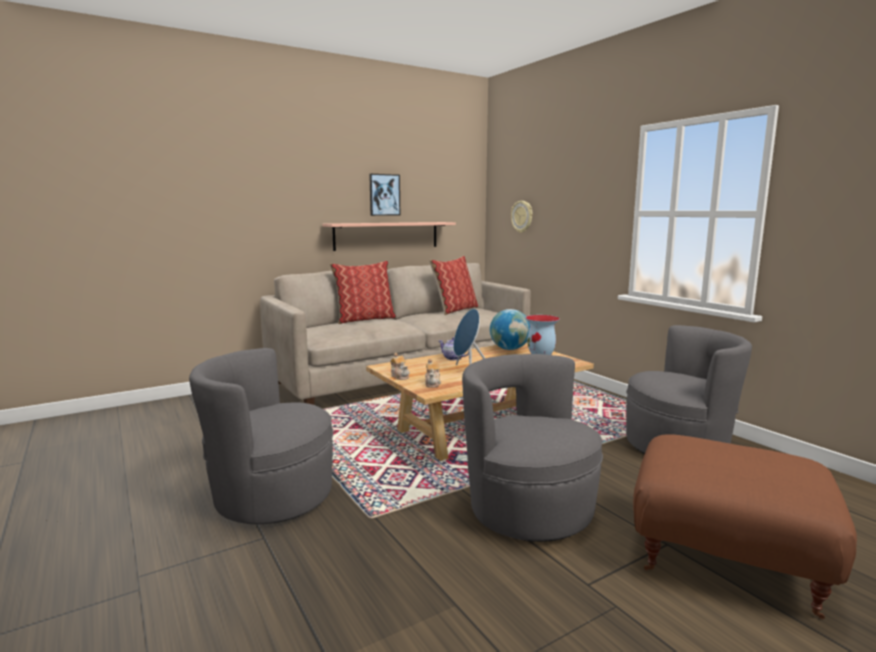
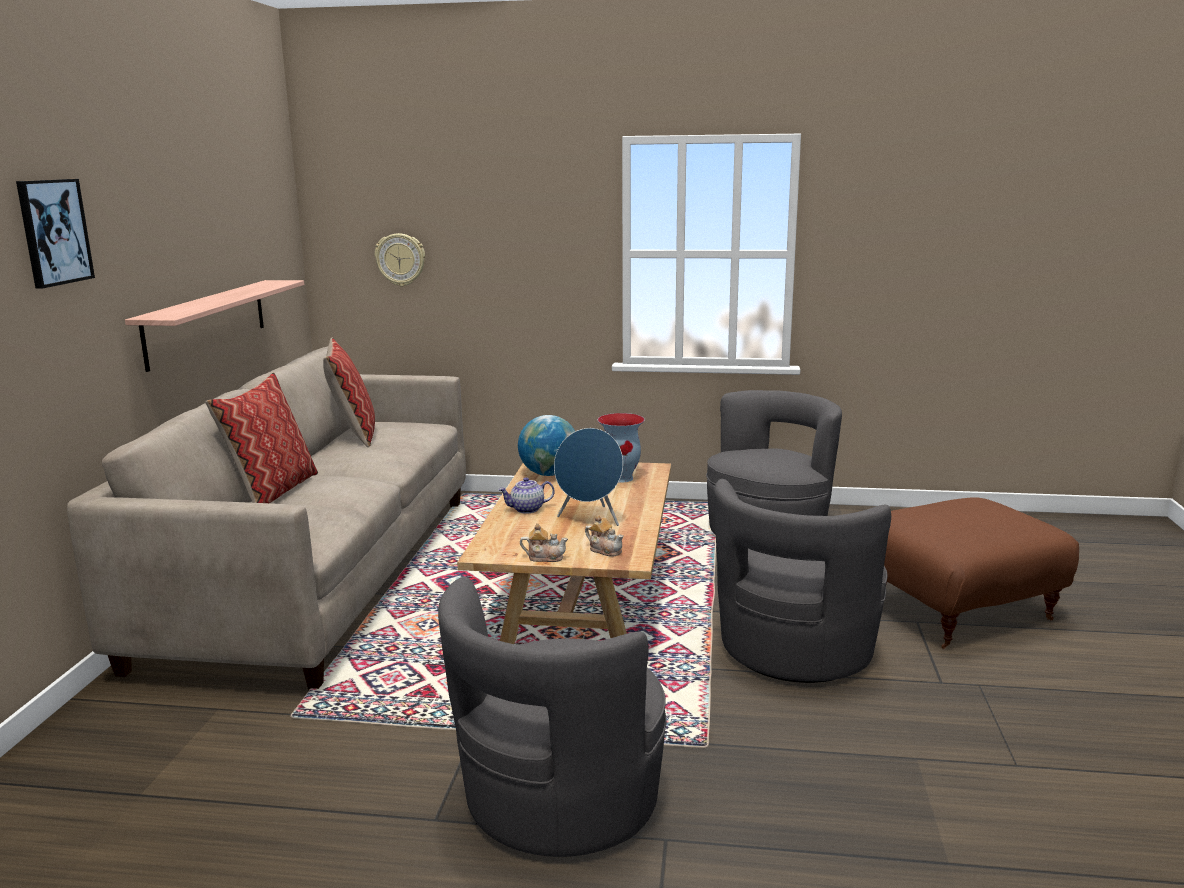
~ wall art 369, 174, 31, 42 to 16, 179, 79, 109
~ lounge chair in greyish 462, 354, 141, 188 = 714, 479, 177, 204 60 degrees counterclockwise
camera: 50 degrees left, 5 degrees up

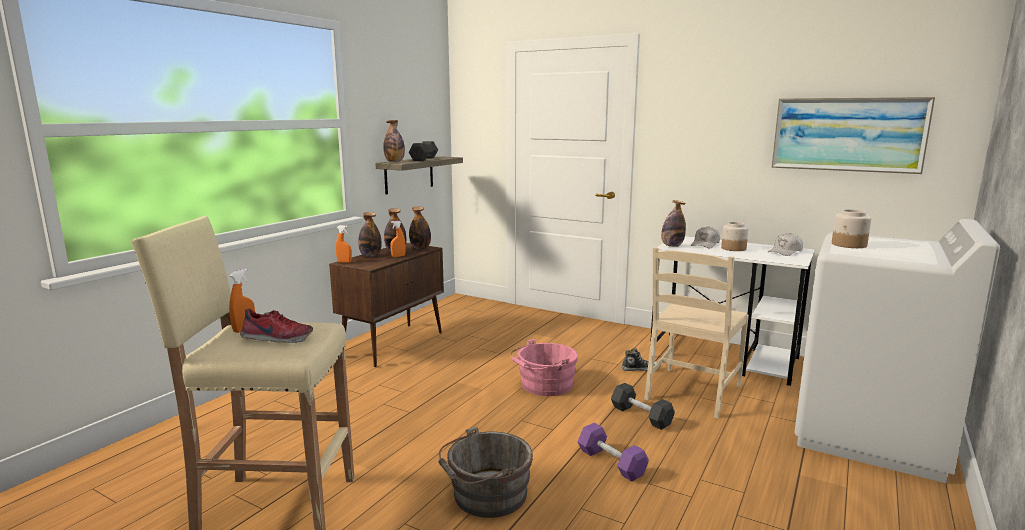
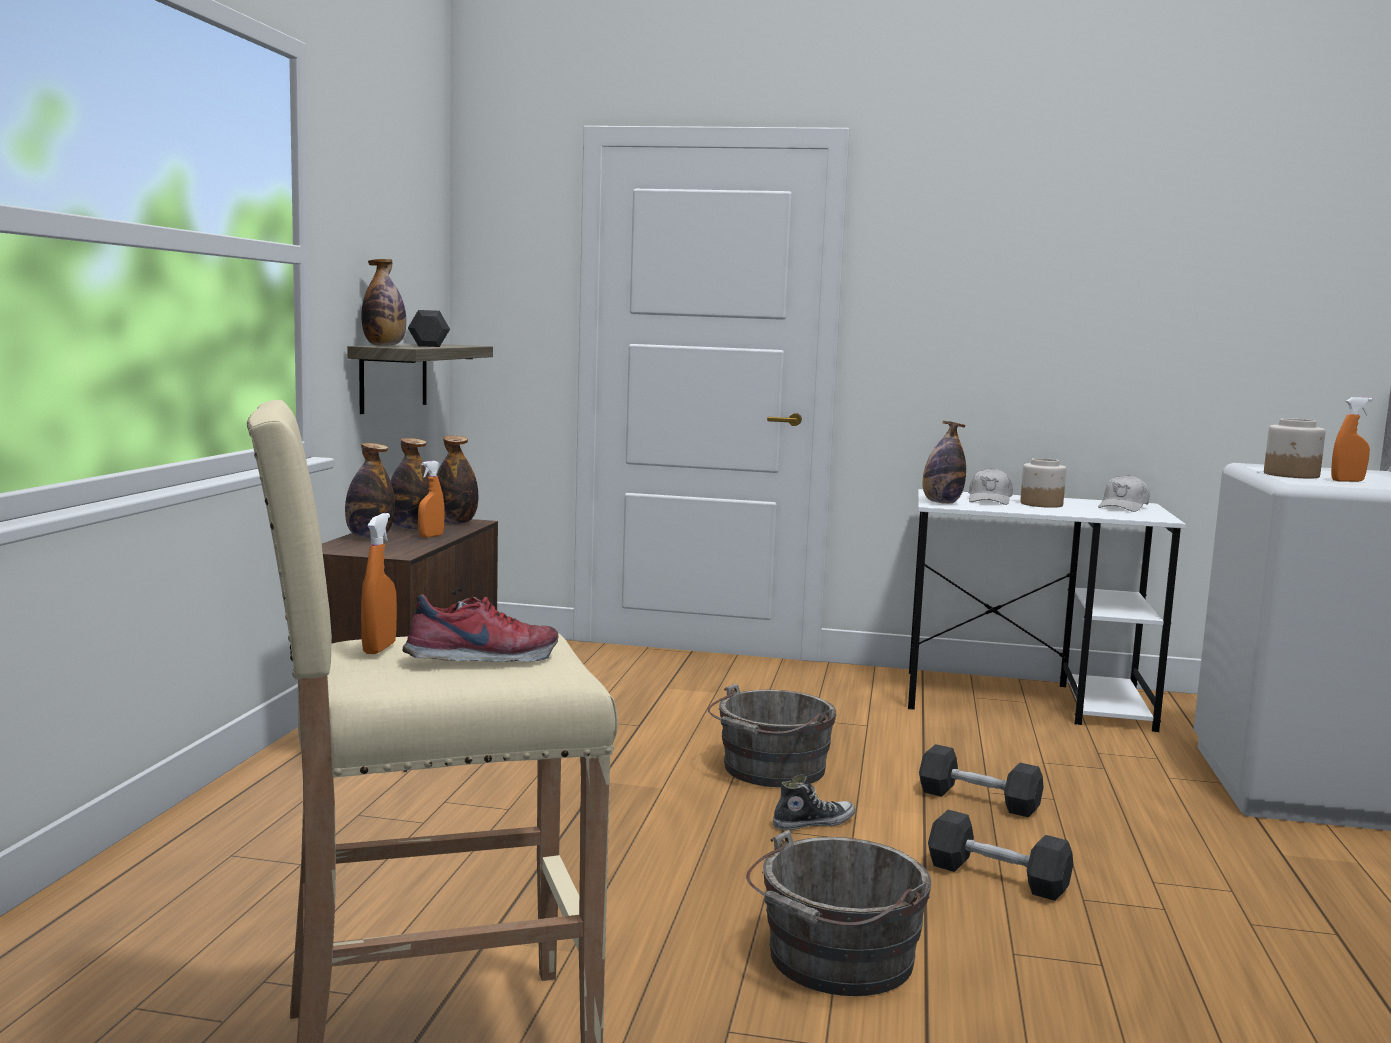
- chair in beige-coloured 644, 247, 105, 171
- wall art 771, 97, 164, 77
~ sprayer in orange-coloured 336, 225, 16, 38 to 1331, 397, 41, 85
~ low shoe 622, 348, 39, 23 to 773, 774, 82, 56
~ bucket in pinkish 511, 339, 67, 57 to bucket in greyish 708, 684, 128, 103
~ hand weight in purplish 577, 423, 72, 59 to hand weight in greyish 928, 810, 145, 91
camera: 20 degrees left, 5 degrees down

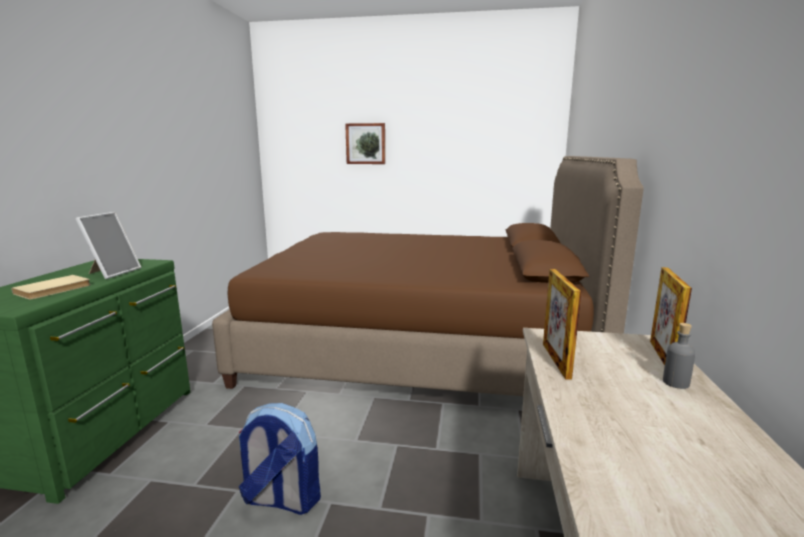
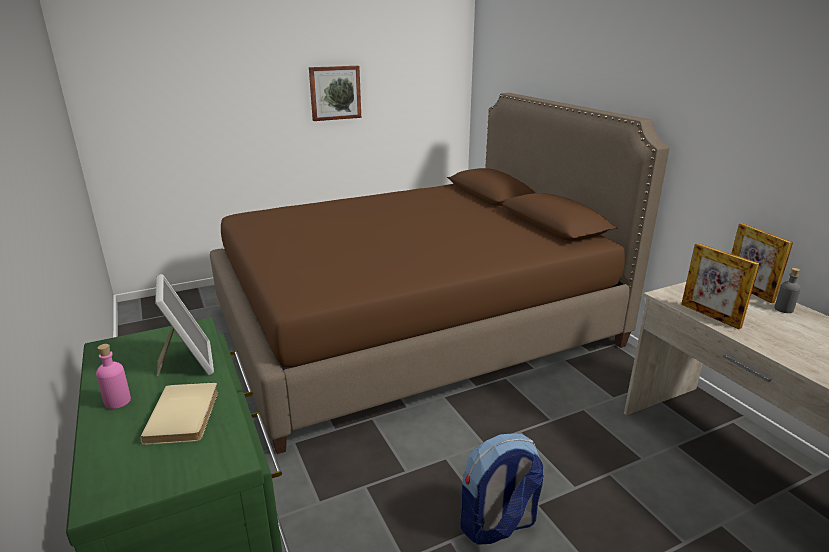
+ drink bottle in pinkish 96, 344, 35, 65
~ wall art 345, 123, 40, 41 to 309, 66, 52, 55
camera: 35 degrees left, 10 degrees up

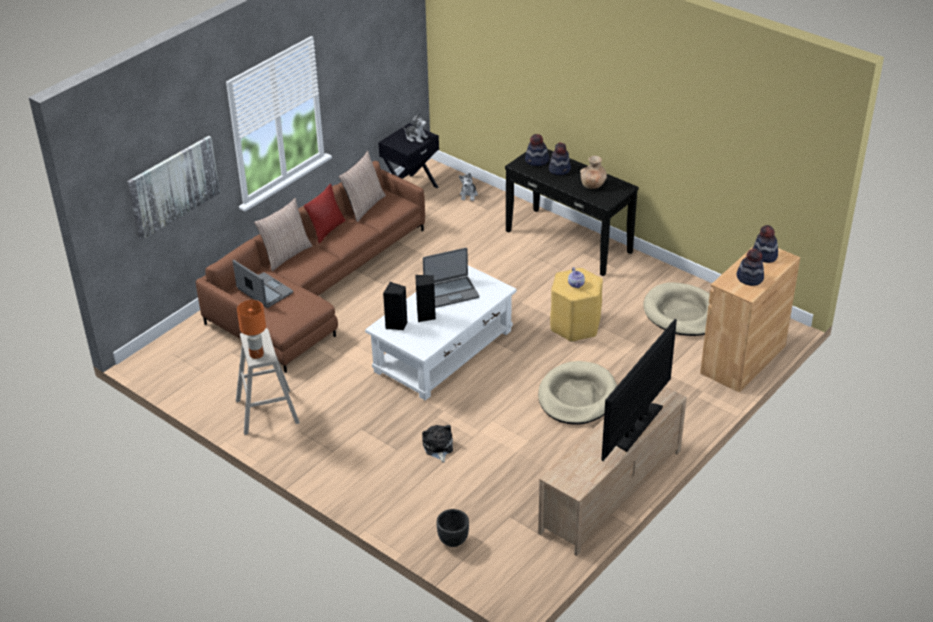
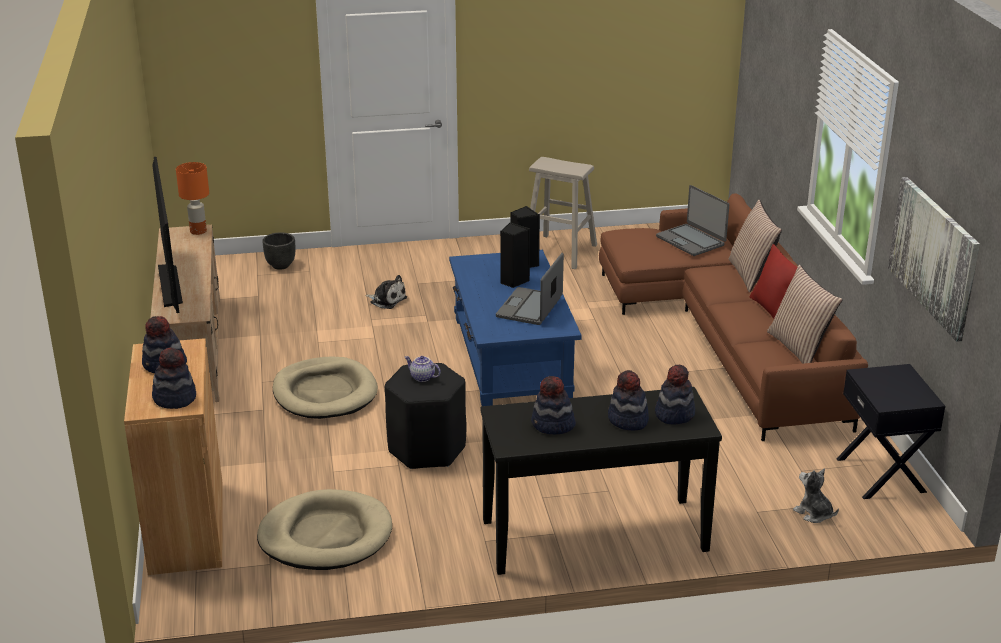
- cuddly toy 403, 112, 25, 31
~ wall art 127, 136, 93, 104 to 888, 177, 92, 165
~ tabletop lamp in orange-coloured 237, 300, 29, 59 to 176, 162, 33, 73
~ vase in brownish 580, 156, 27, 33 to clothing hat 531, 376, 45, 58
~ coffee table in white 365, 265, 152, 136 to coffee table in blue-coloured 449, 250, 133, 156
~ stool seat in yellow 550, 268, 53, 74 to stool seat in blackish 385, 363, 81, 106
~ portable computer 233, 260, 60, 48 = 656, 185, 73, 71 60 degrees clockwise
camera: 130 degrees right, 10 degrees down

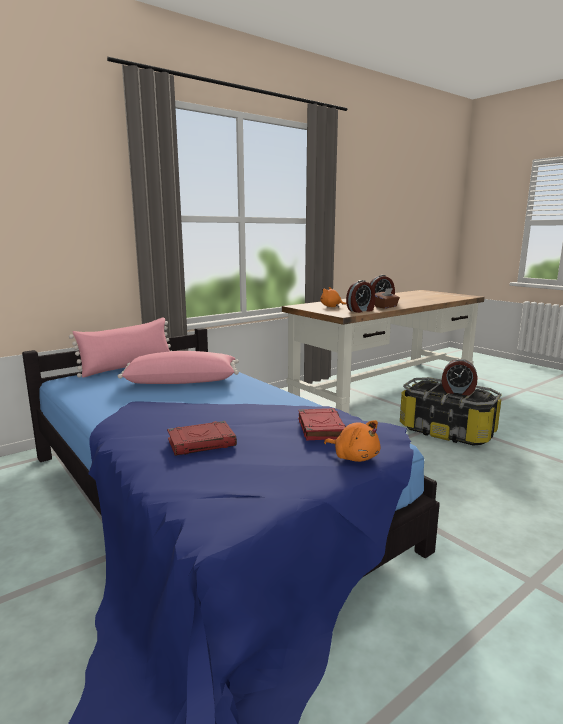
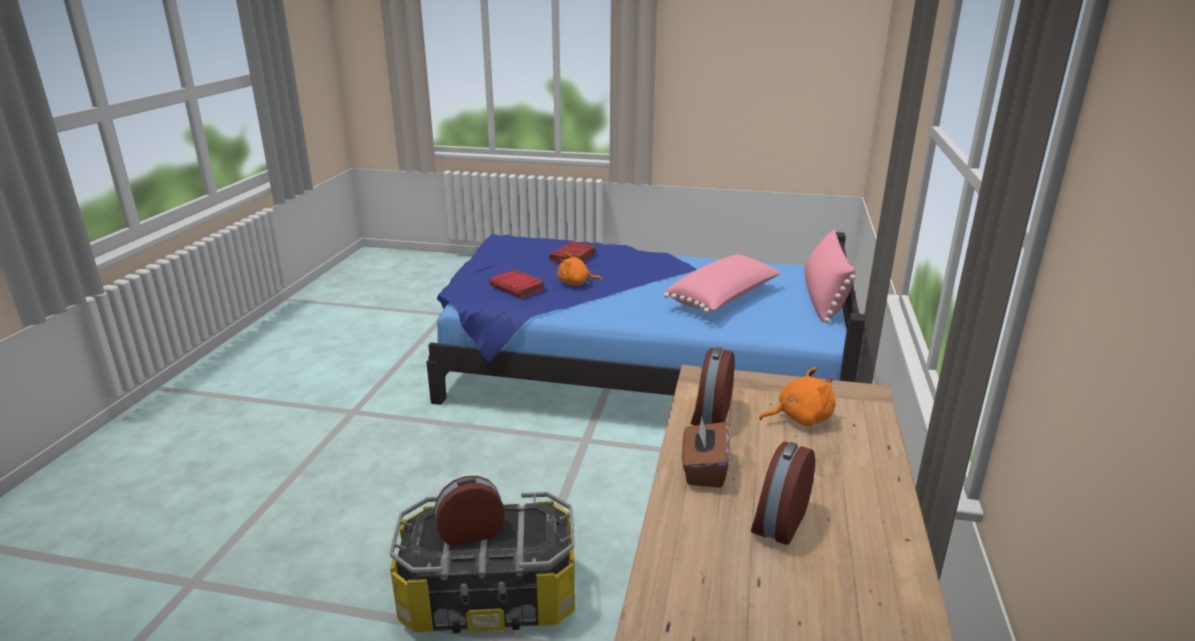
~ cuddly toy in orange-coloured 324, 420, 56, 42 to 557, 253, 46, 33
camera: 140 degrees right, 10 degrees up

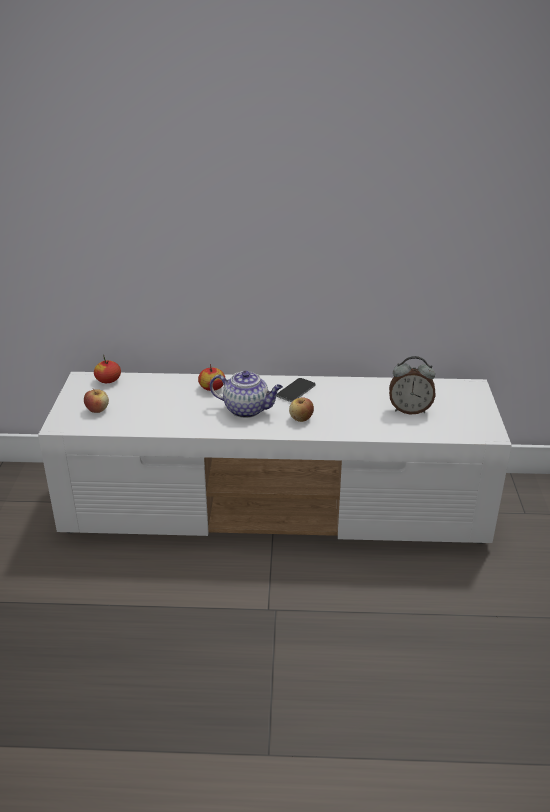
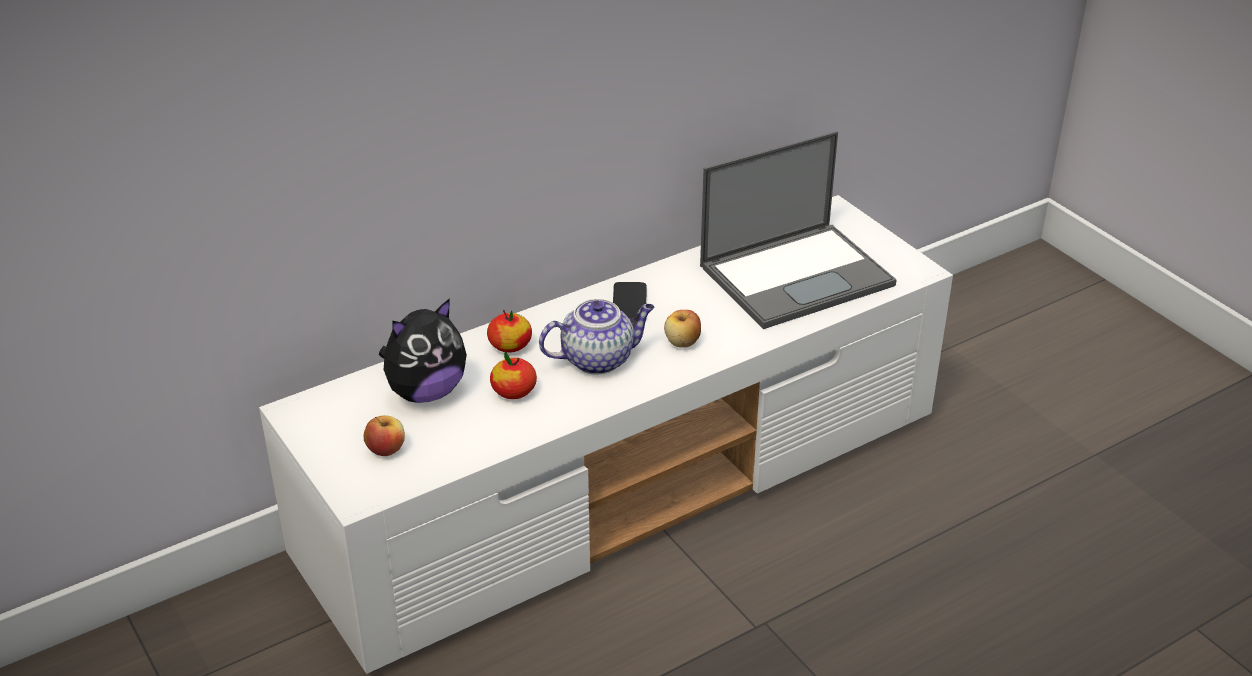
+ cuddly toy 379, 298, 88, 105
~ apple 94, 354, 27, 29 to 490, 352, 47, 47
~ bedside clock 389, 356, 47, 59 to portable computer 700, 131, 197, 198
camera: 35 degrees left, 5 degrees up

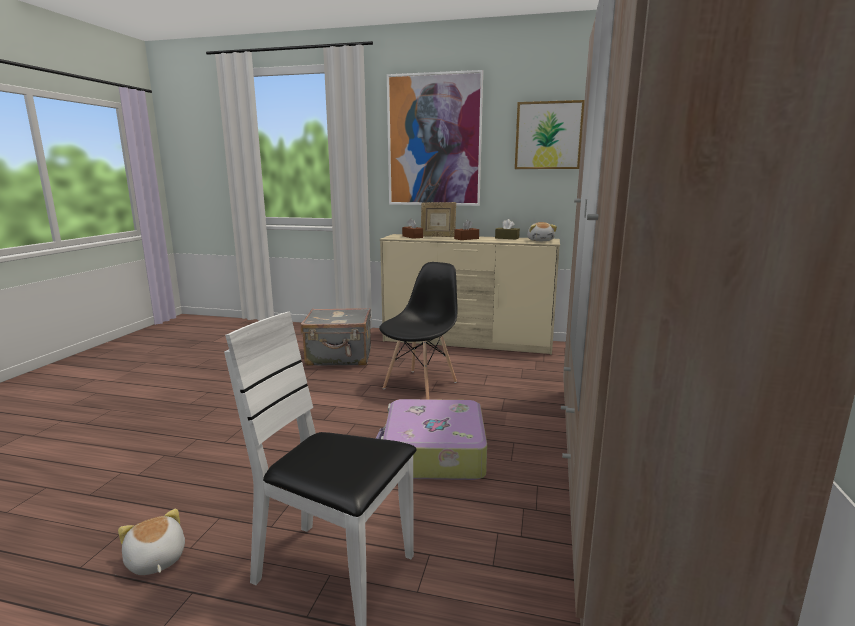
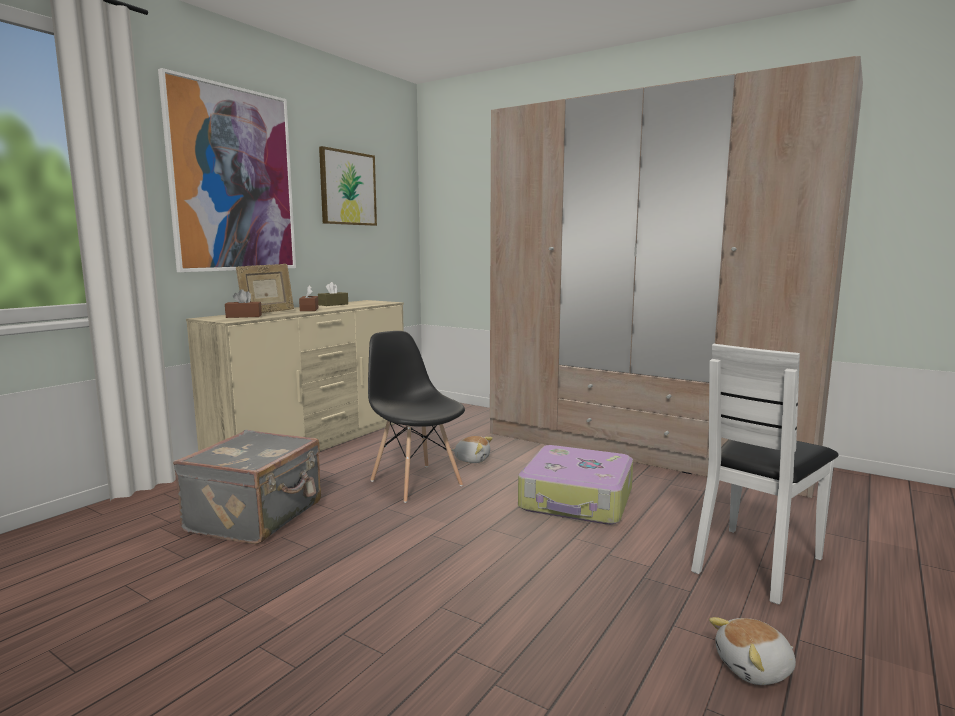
~ cuddly toy 527, 222, 30, 19 to 452, 436, 41, 27
camera: 70 degrees left, 5 degrees down

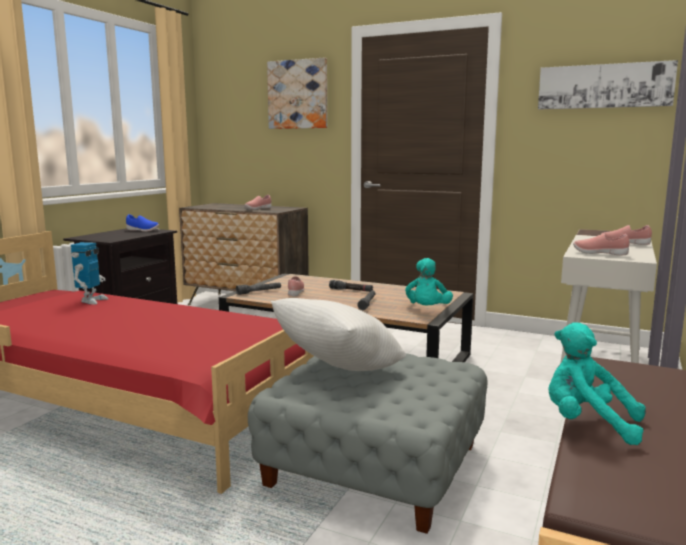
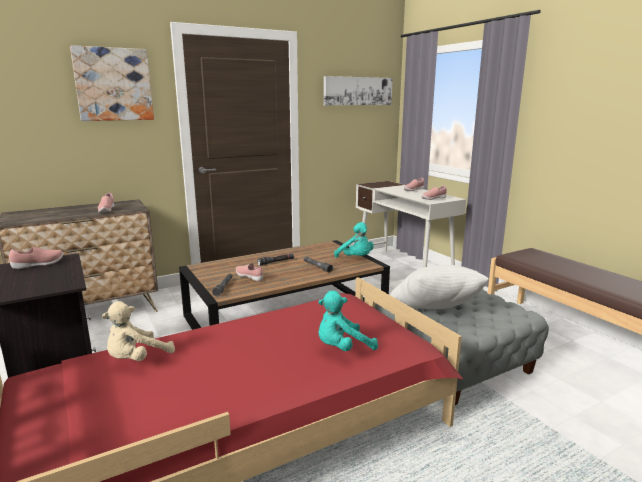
~ cuddly toy in turquoise 548, 322, 98, 123 to 318, 291, 60, 60
~ model robot 71, 242, 37, 62 to cuddly toy in beige-coloured 102, 301, 73, 60
~ low shoe in blue-coloured 126, 214, 33, 18 to low shoe in pinkish 9, 247, 54, 22
camera: 55 degrees left, 5 degrees up

